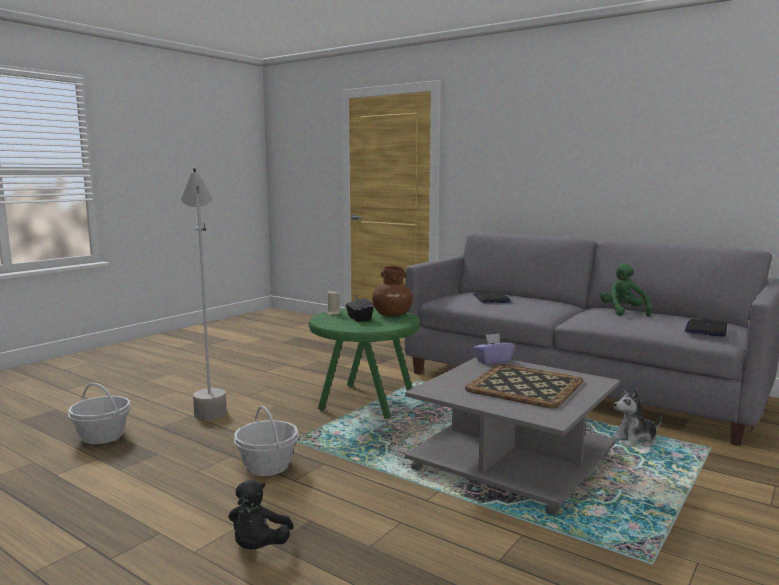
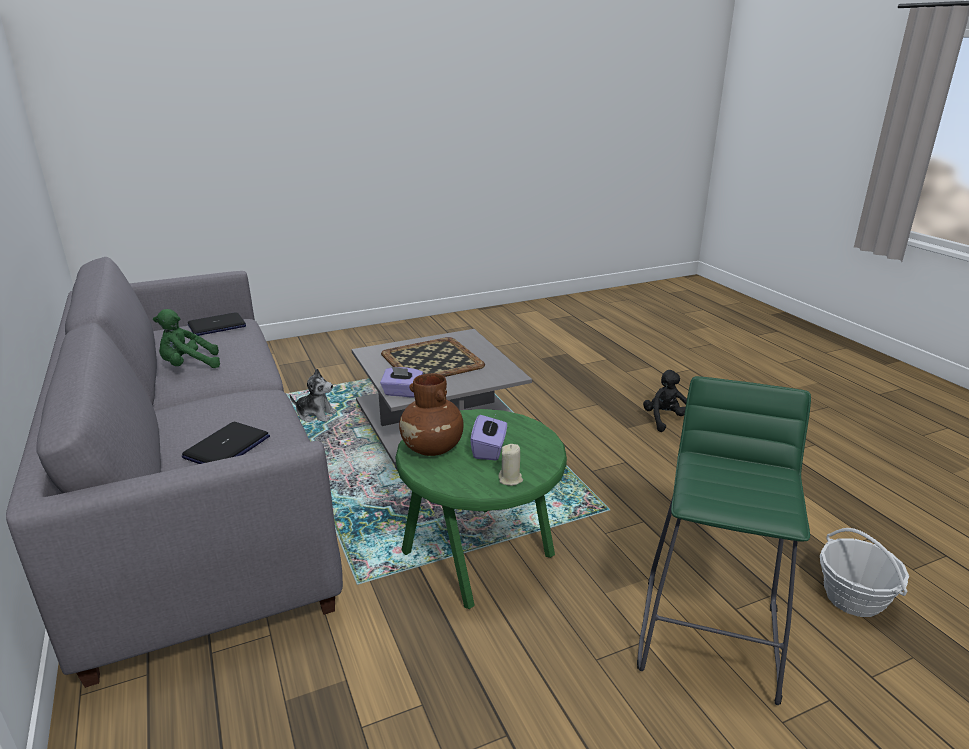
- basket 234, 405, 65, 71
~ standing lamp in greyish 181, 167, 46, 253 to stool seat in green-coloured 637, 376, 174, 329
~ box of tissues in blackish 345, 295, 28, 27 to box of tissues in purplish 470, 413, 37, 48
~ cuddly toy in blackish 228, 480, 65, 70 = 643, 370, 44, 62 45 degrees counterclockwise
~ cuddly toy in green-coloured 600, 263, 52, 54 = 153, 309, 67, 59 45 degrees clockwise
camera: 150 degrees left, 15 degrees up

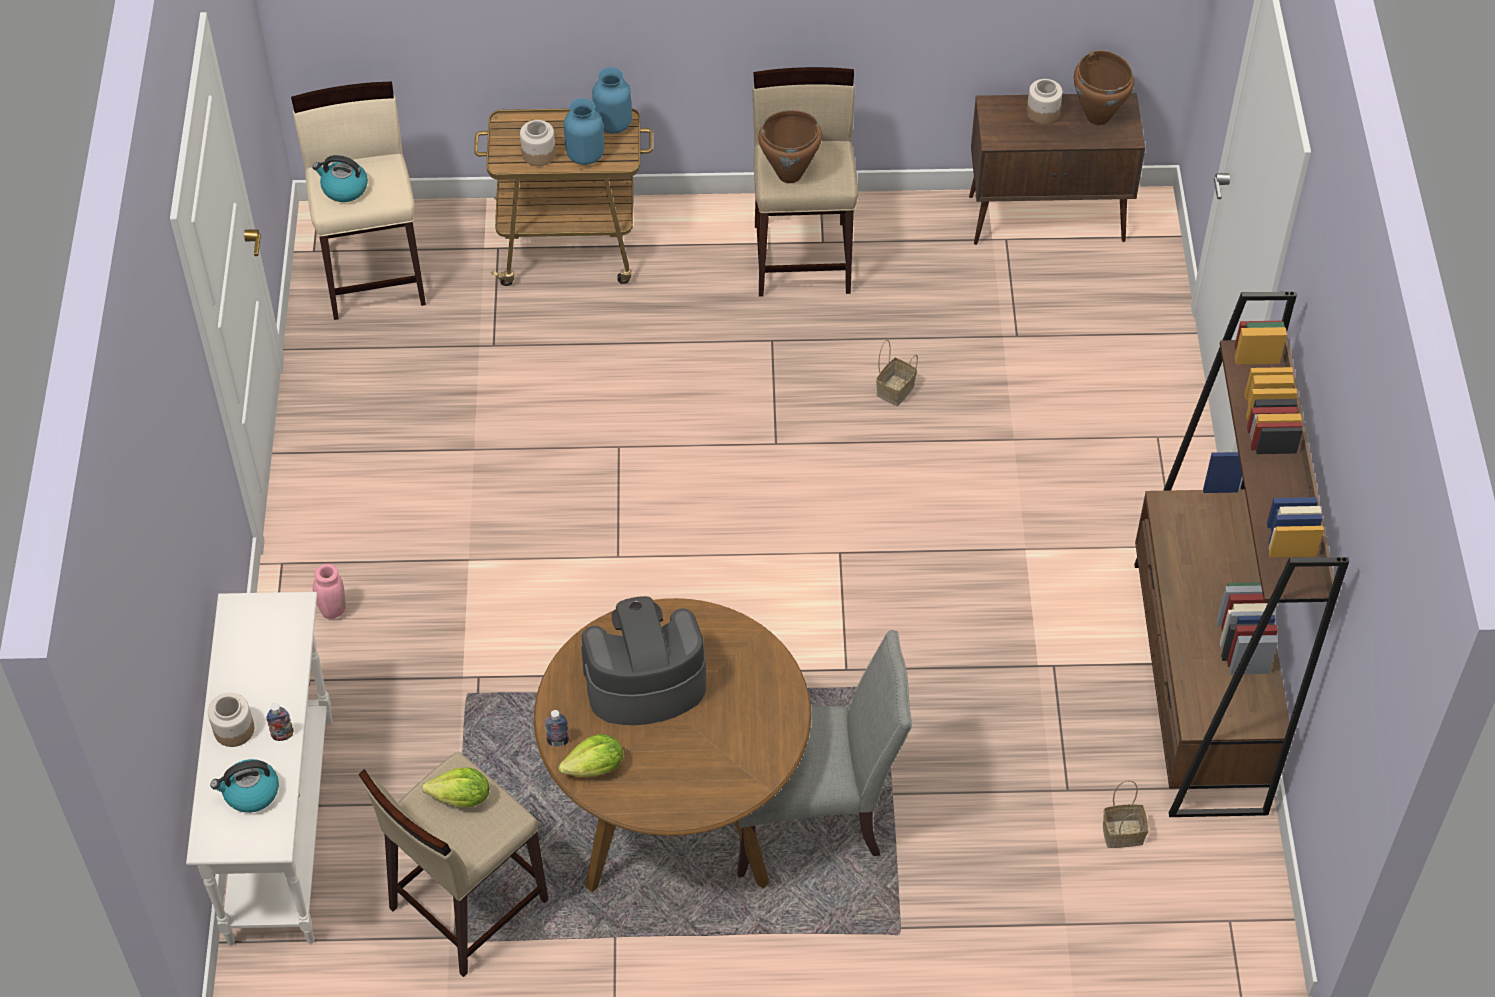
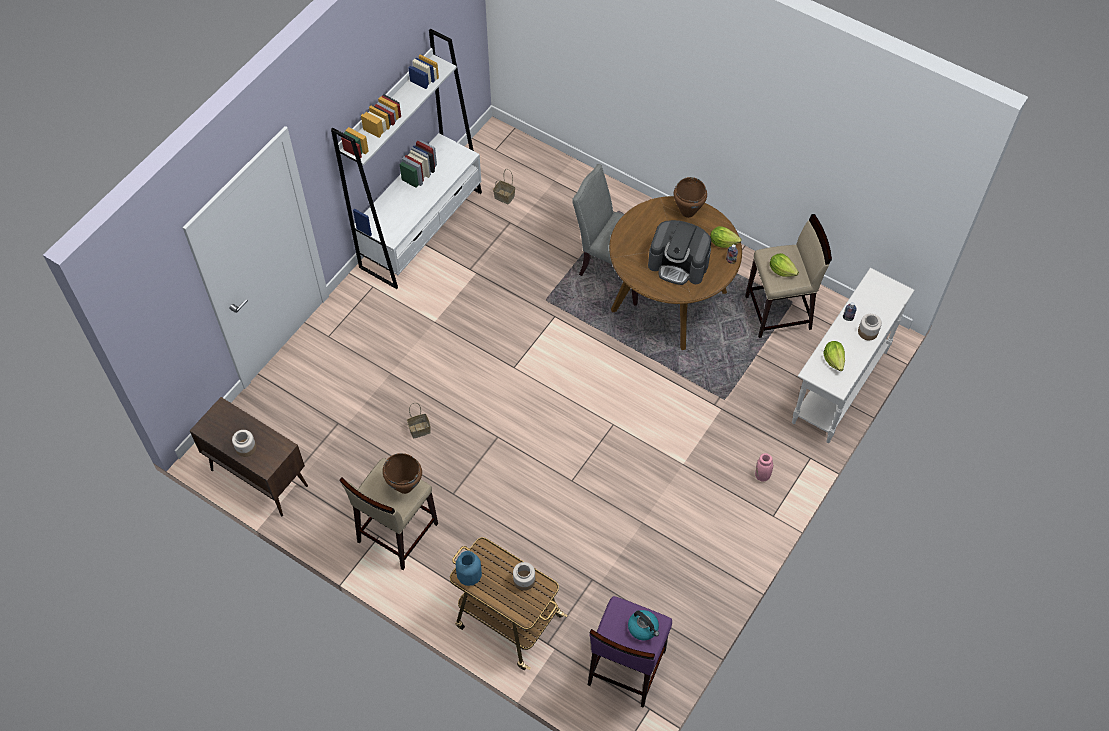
- water kettle 210, 759, 69, 54
- vase in blue-coloured 564, 98, 40, 67
+ head of lettuce 823, 341, 22, 30
~ cooking pot in brownish 1074, 50, 60, 75 to 674, 177, 33, 41
~ stool seat in beige-coloured 291, 81, 135, 239 to stool seat in purplish 588, 596, 84, 112
~ bookcase in brownish 1134, 292, 215, 525 to bookcase in white 331, 29, 151, 260
camera: 145 degrees left, 5 degrees up

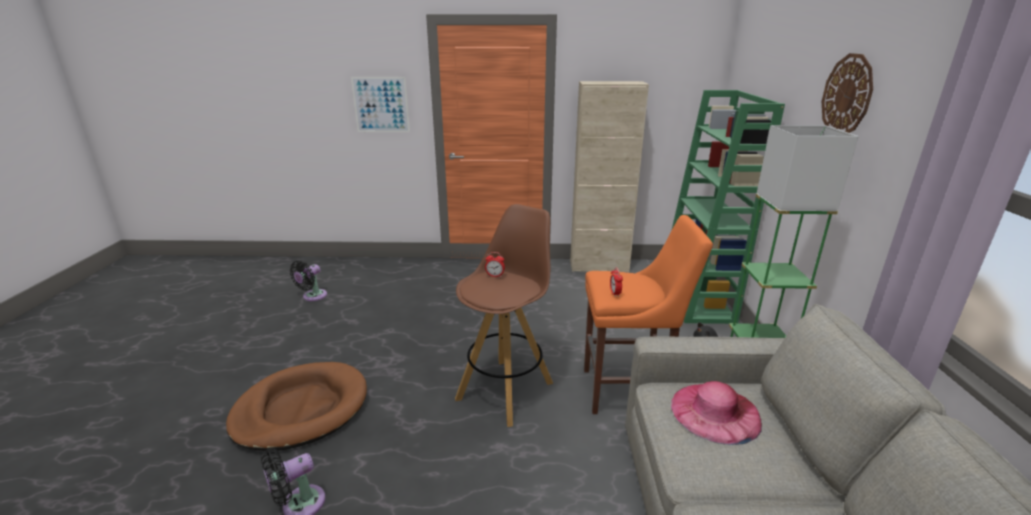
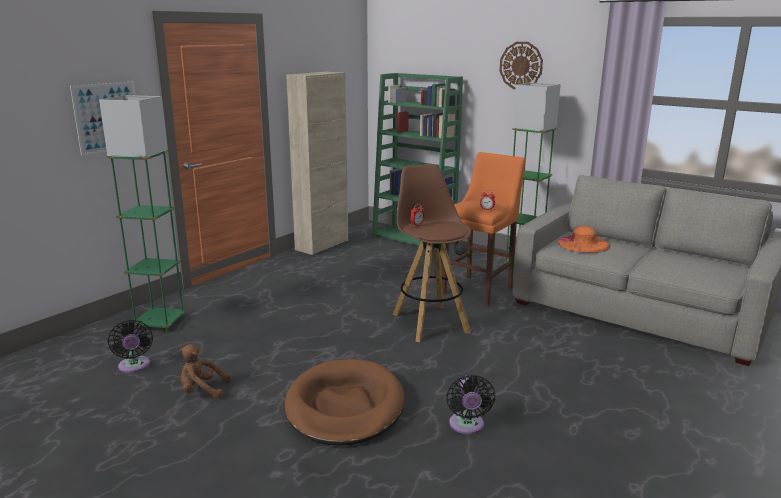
+ standing lamp in green-coloured 99, 95, 87, 238
+ cuddly toy in brownish 180, 344, 50, 55
~ clothing hat in pinkish 671, 381, 91, 64 to clothing hat in orange-coloured 558, 226, 52, 27
camera: 55 degrees left, 5 degrees down

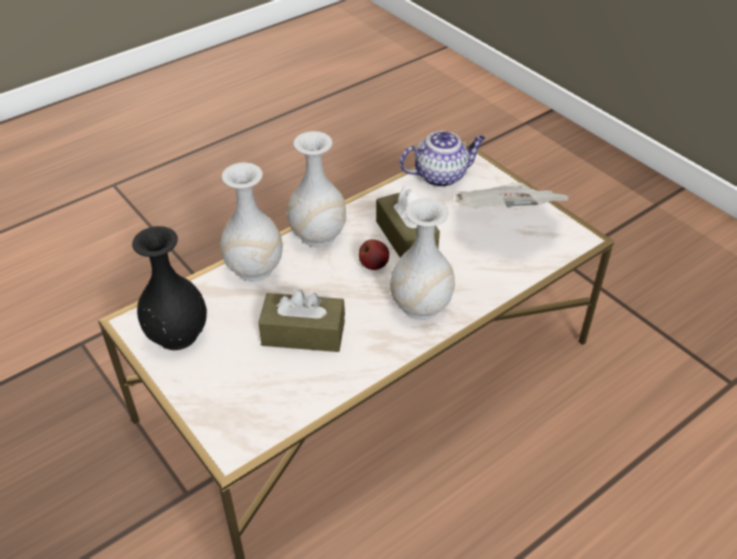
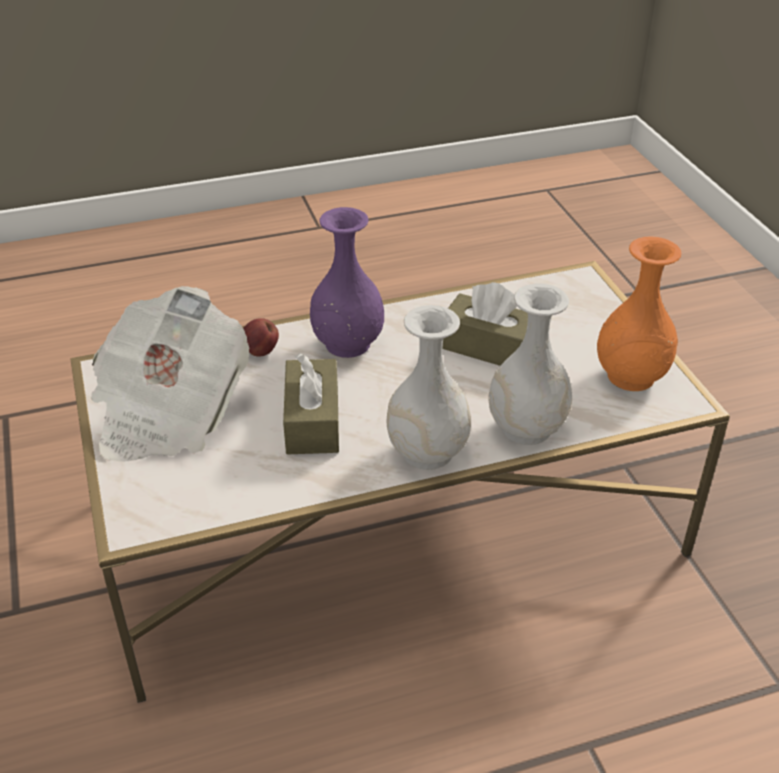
- teapot 400, 131, 85, 56
~ apple 359, 239, 30, 31 to 243, 318, 36, 39
~ vase in blackish 132, 226, 75, 124 to vase in orange-coloured 597, 236, 84, 155
~ vase in white 390, 198, 65, 122 to vase in purplish 310, 207, 74, 151
camera: 160 degrees left, 5 degrees down

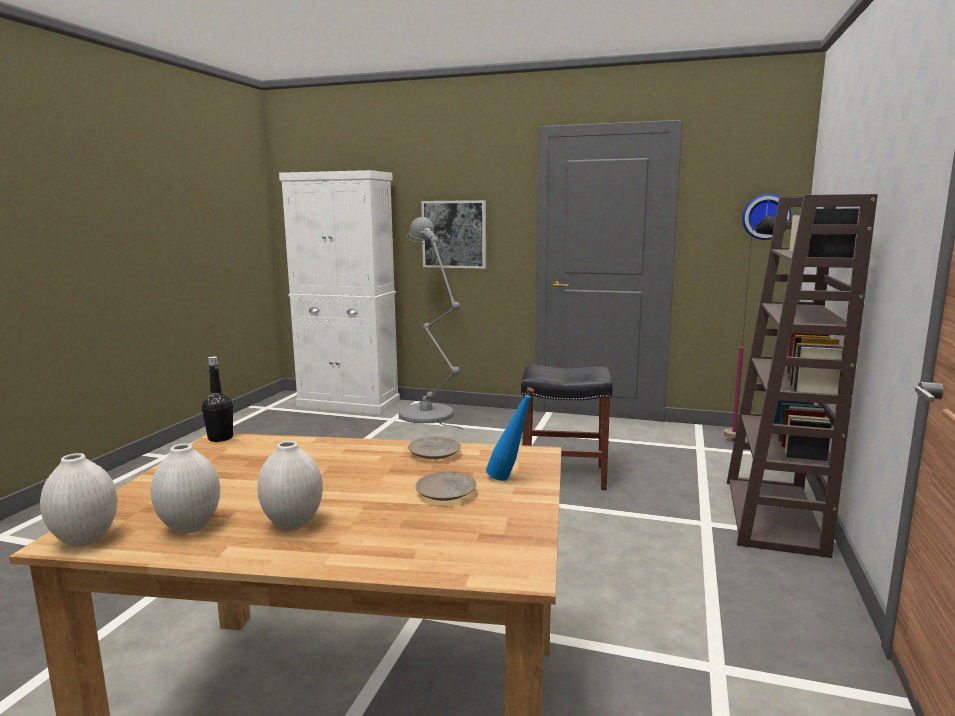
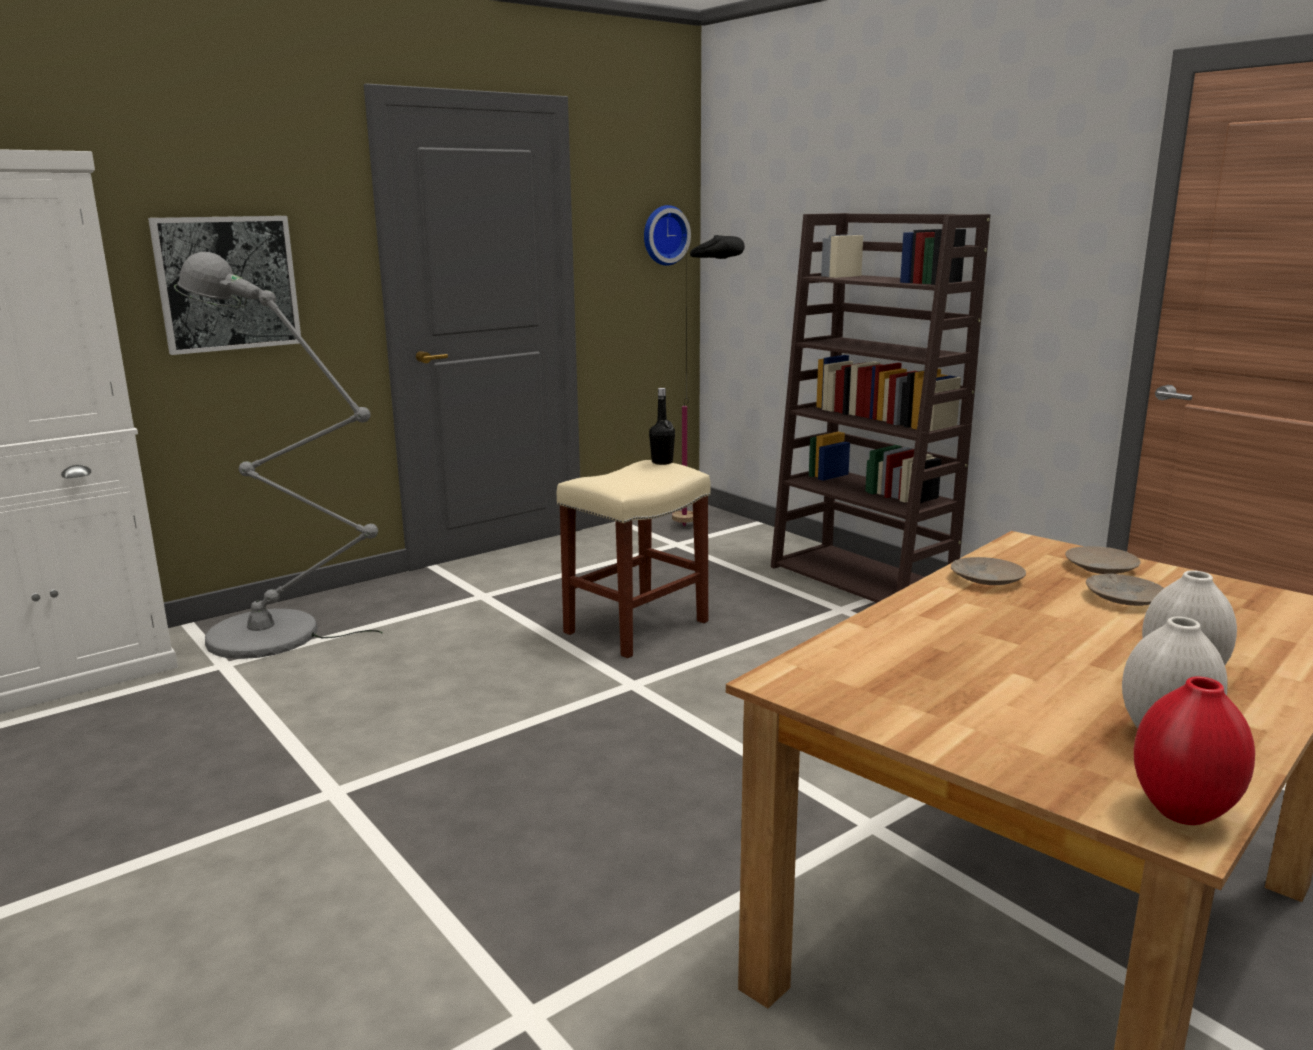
~ drink bottle in blackish 202, 356, 31, 86 to 649, 388, 26, 77
~ drink bottle in blue-coloured 486, 387, 48, 94 to plate in beige-coloured 1065, 546, 76, 28
~ vase in white 40, 453, 78, 94 to vase in red-coloured 1134, 676, 121, 149
~ stool seat in blackish 521, 365, 92, 125 to stool seat in beige-coloured 557, 460, 154, 198
camera: 55 degrees left, 5 degrees up

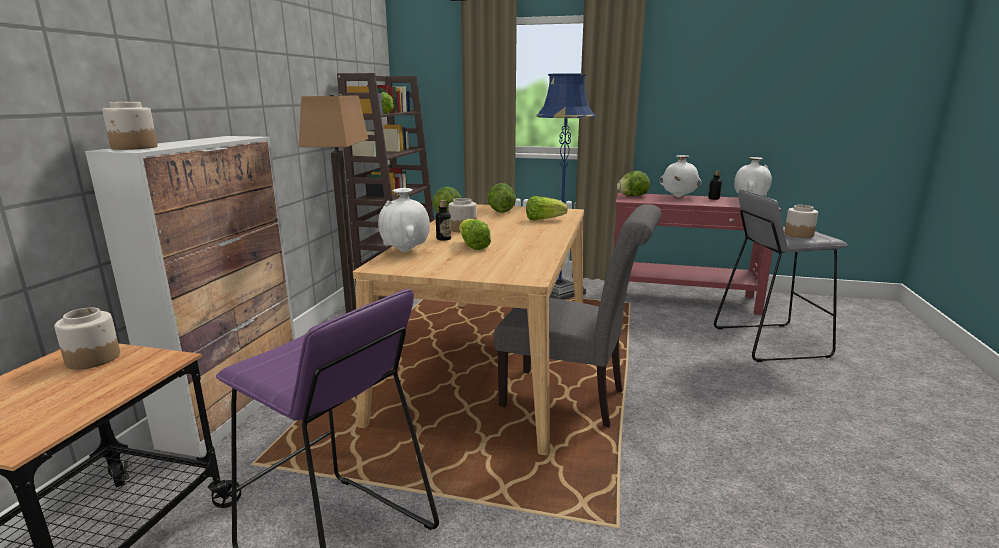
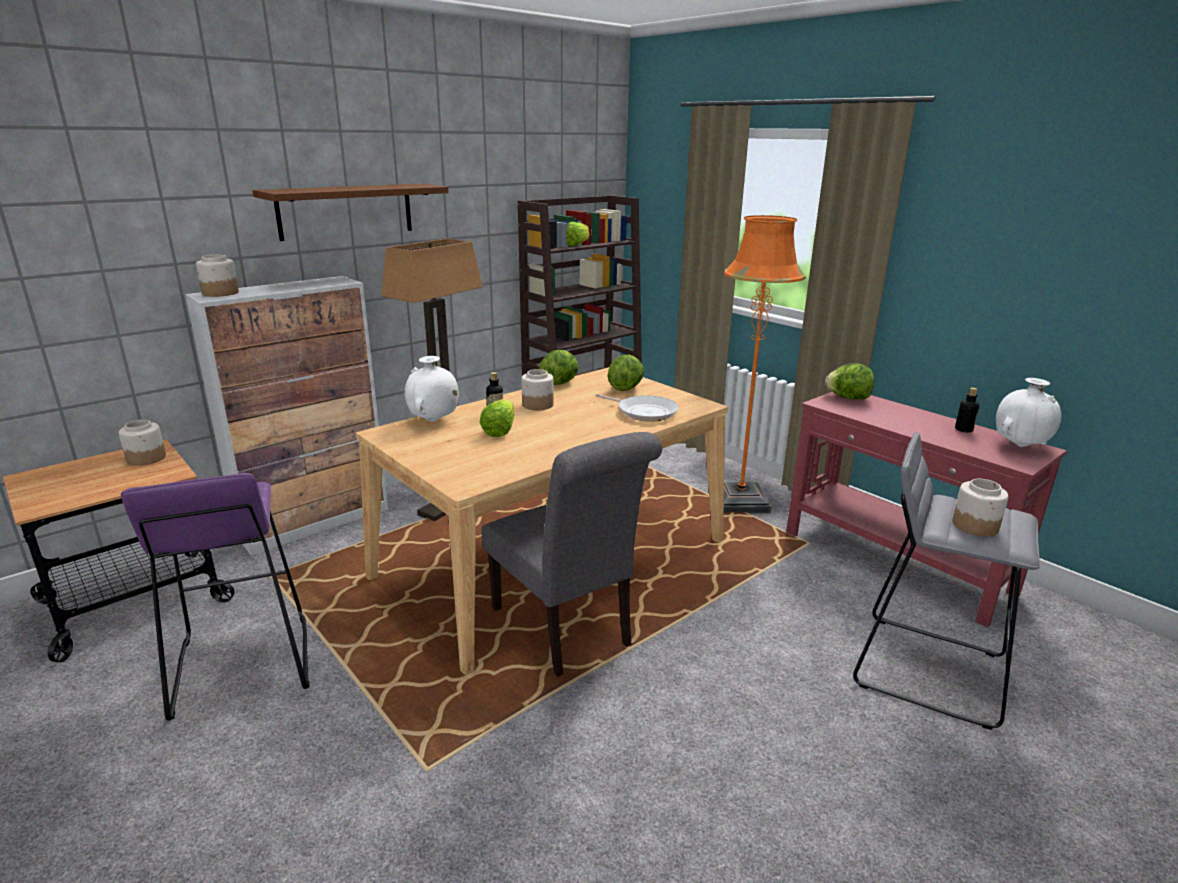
- vase in white 660, 155, 42, 42
+ shelf in brownish 252, 184, 197, 57
~ head of lettuce 526, 196, 42, 24 to frying pan 595, 394, 84, 28
~ standing lamp in blue-coloured 536, 73, 60, 227 to standing lamp in orange-coloured 724, 215, 82, 298
camera: 35 degrees right, 5 degrees up

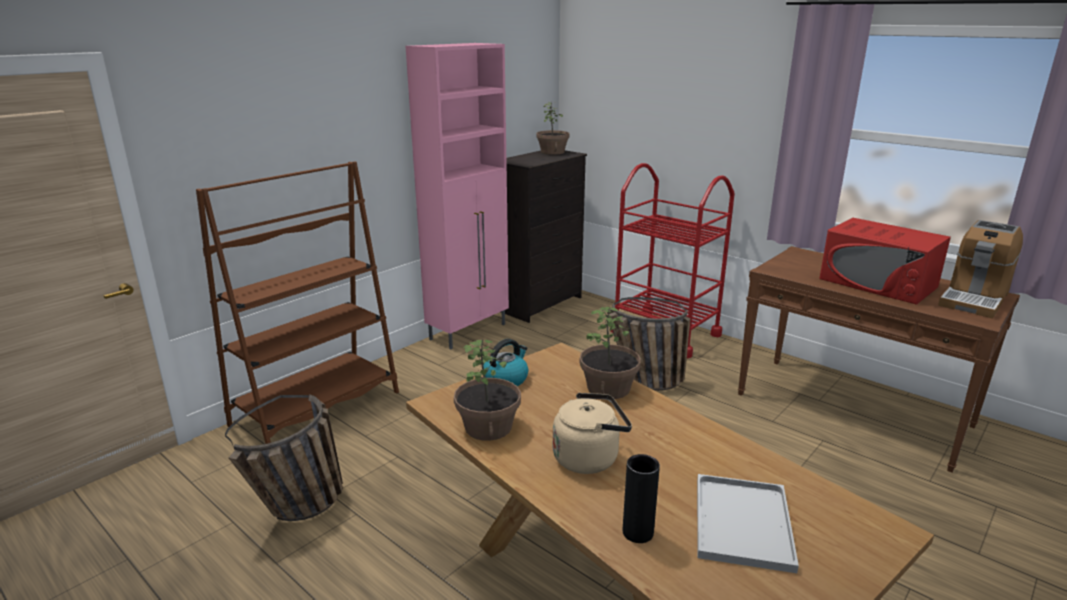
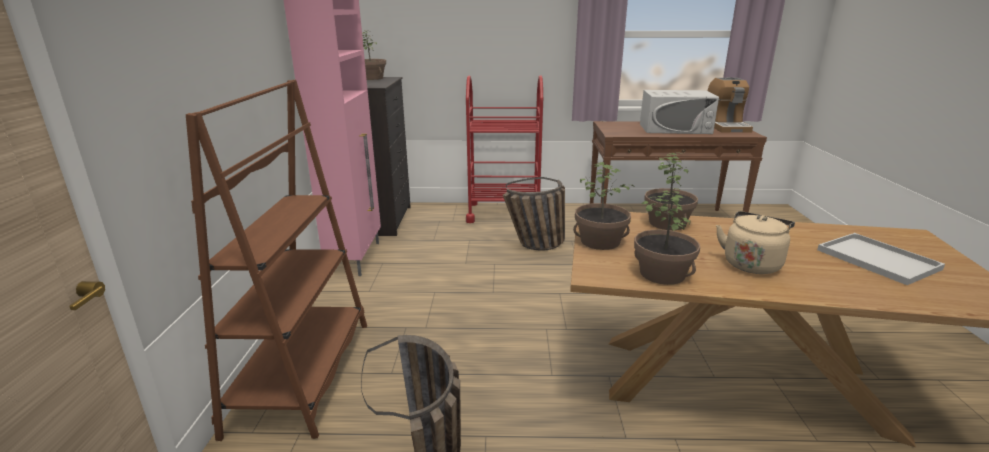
- vase in blackish 623, 454, 37, 89
~ water kettle 483, 339, 45, 47 to plant in a pot 573, 162, 62, 88
~ kitchen microwave in red-coloured 819, 218, 132, 87 to kitchen microwave in white 640, 90, 79, 44
camera: 40 degrees left, 0 degrees up

